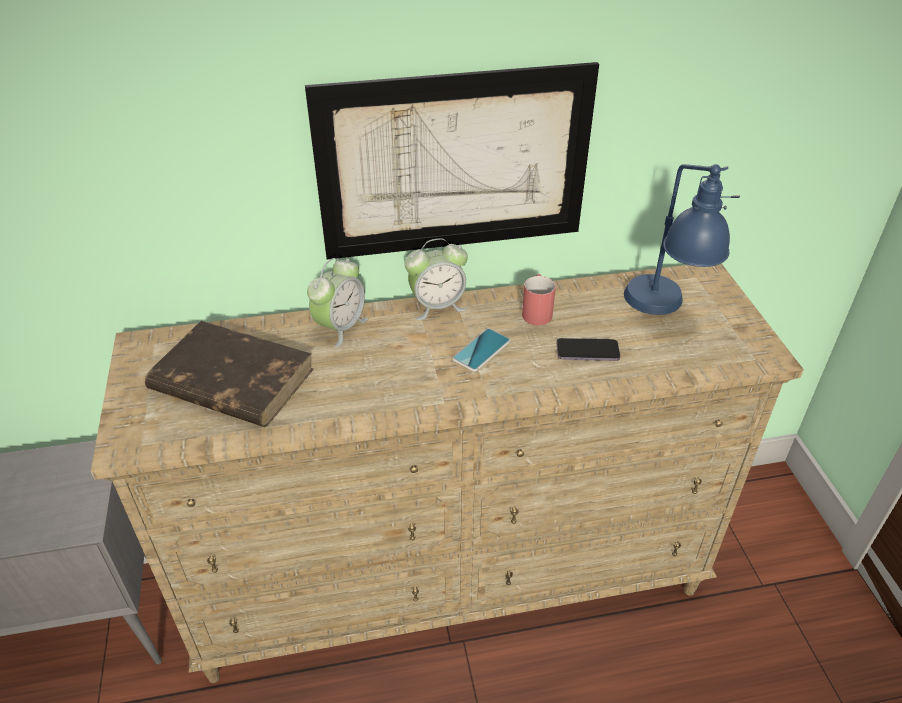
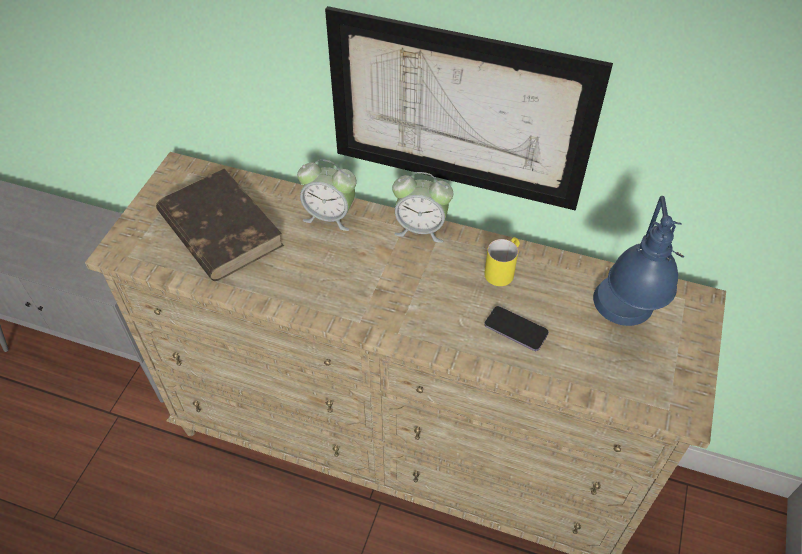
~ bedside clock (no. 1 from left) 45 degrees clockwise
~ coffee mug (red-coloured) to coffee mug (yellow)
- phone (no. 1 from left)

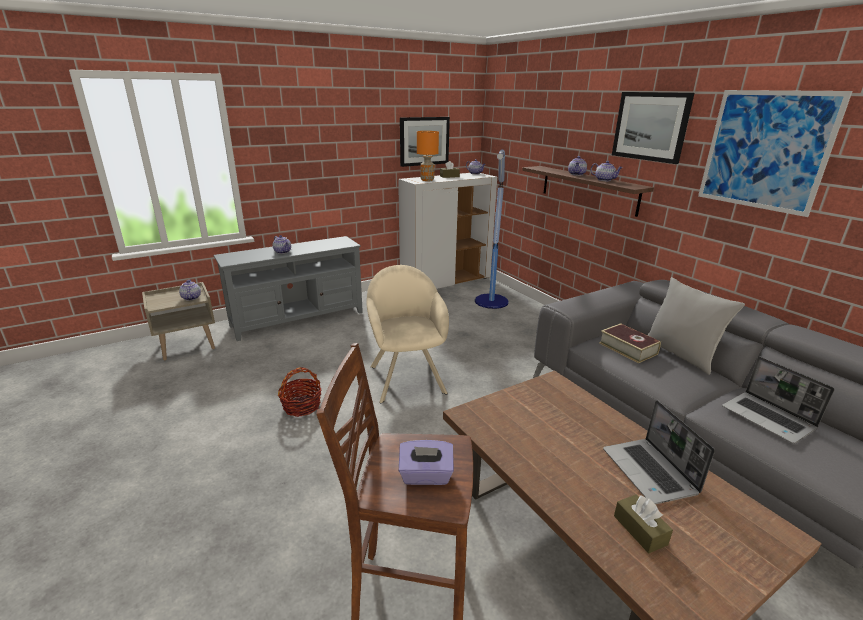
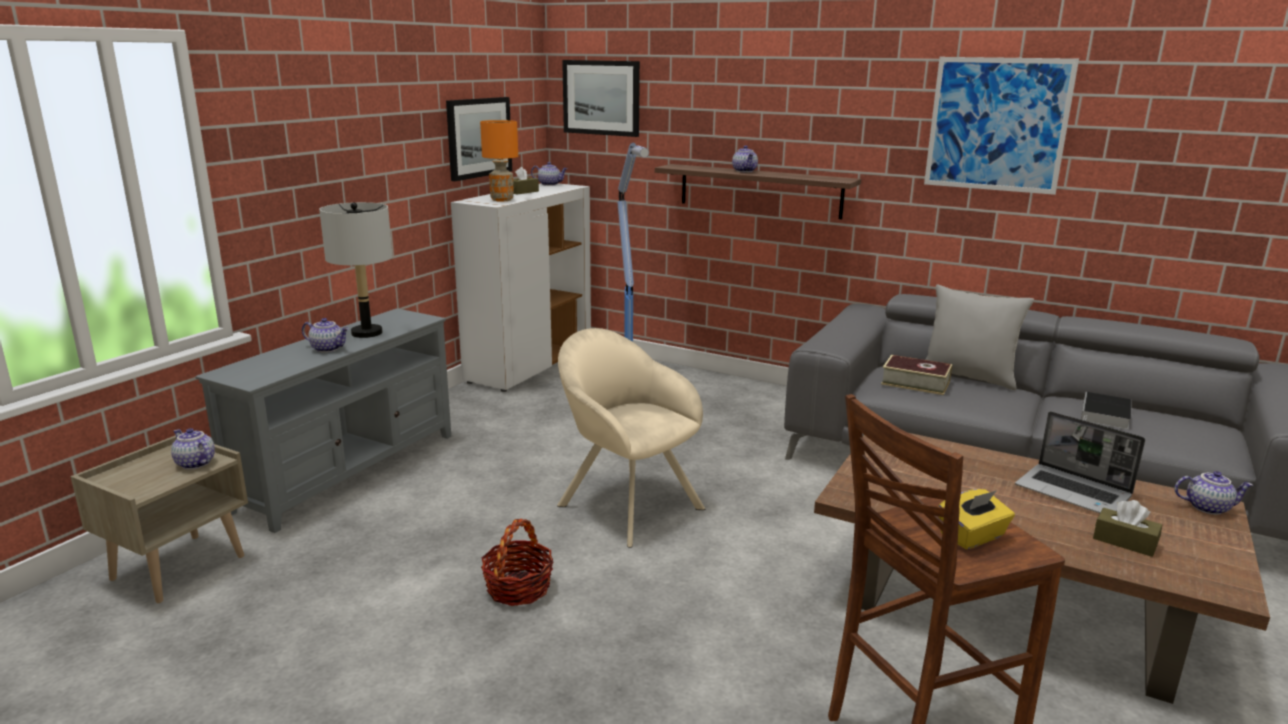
~ picture (no. 2 from left)
~ teapot (no. 5 from left)
~ laptop (no. 2 from left) to book (no. 2 from left)
~ box of tissues (purple) to box of tissues (yellow)
+ tabletop lamp (gray)

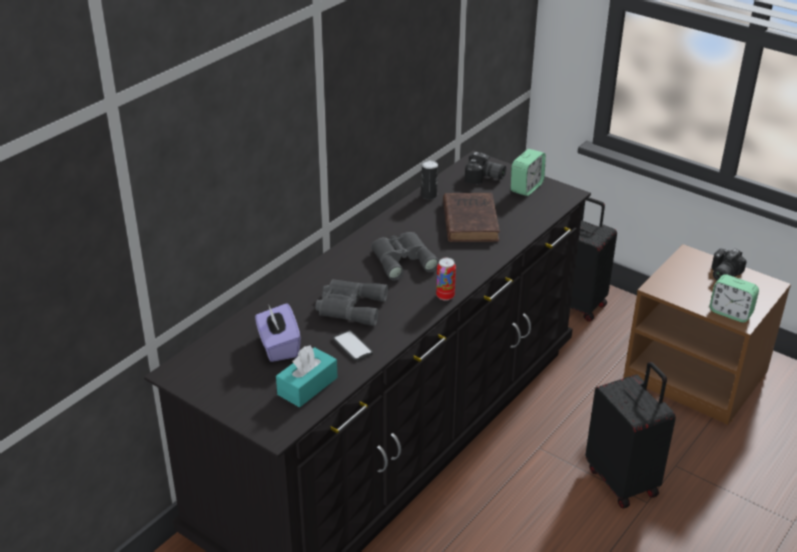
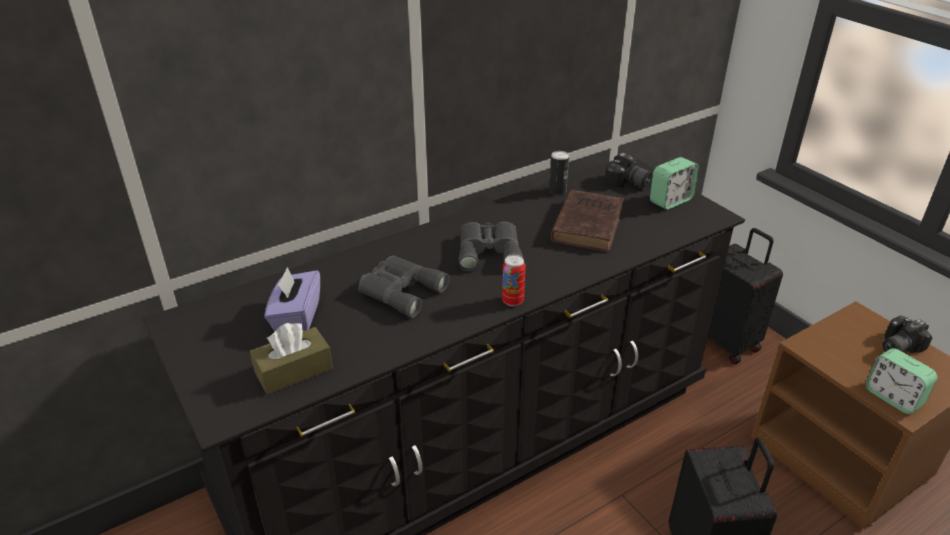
- phone
~ box of tissues (blue-green) to box of tissues (brown)

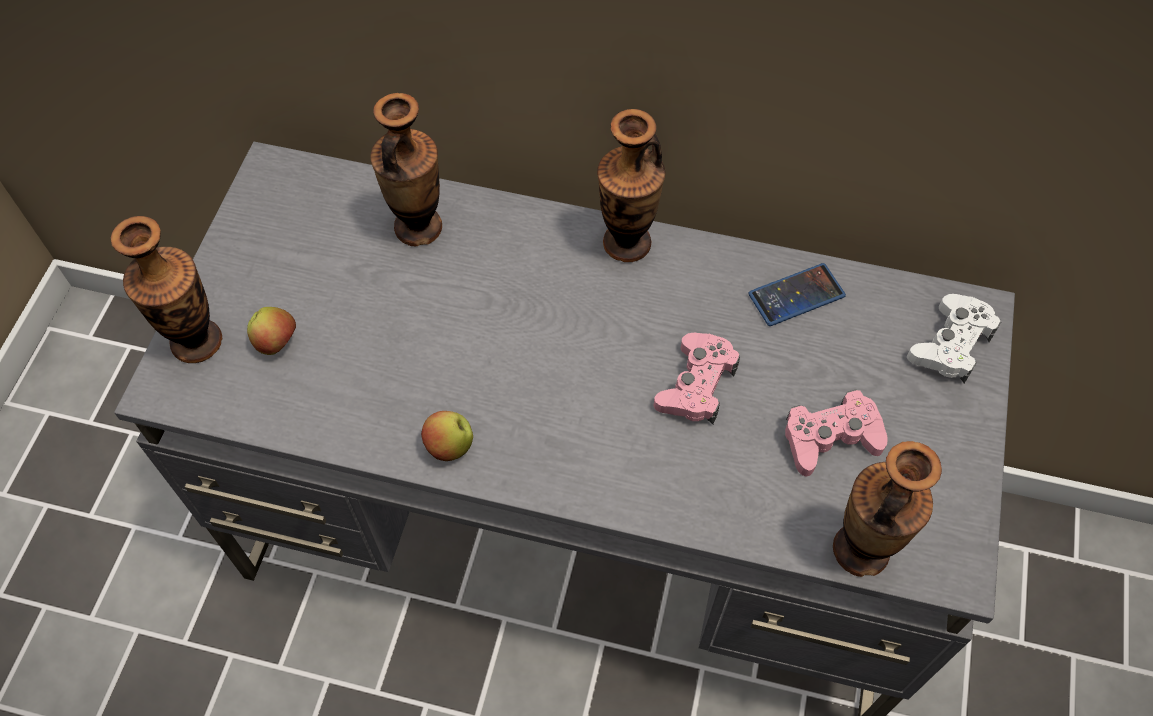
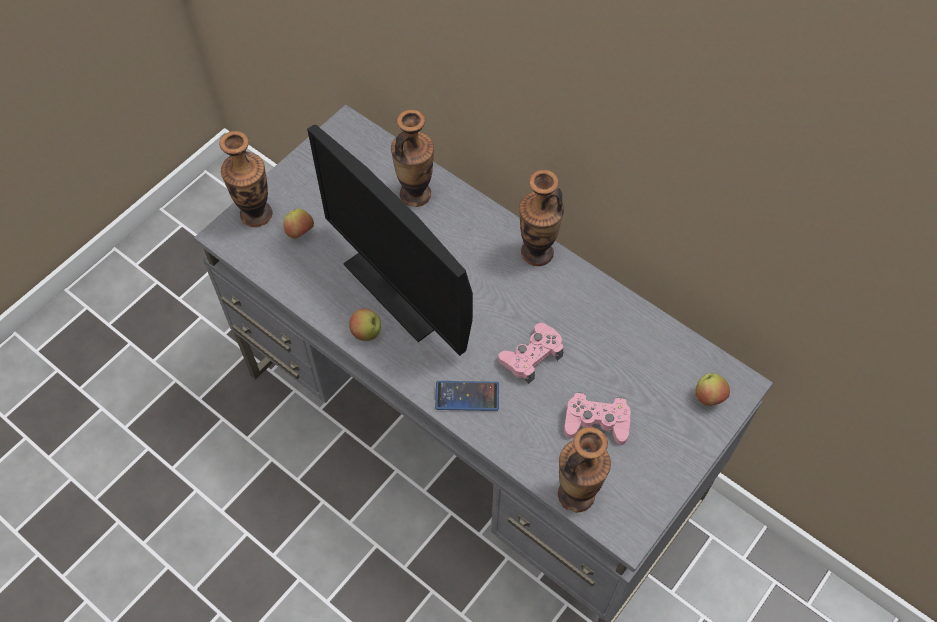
~ phone
~ joypad (white) to apple fruit (no. 3 from left)
+ computer screen

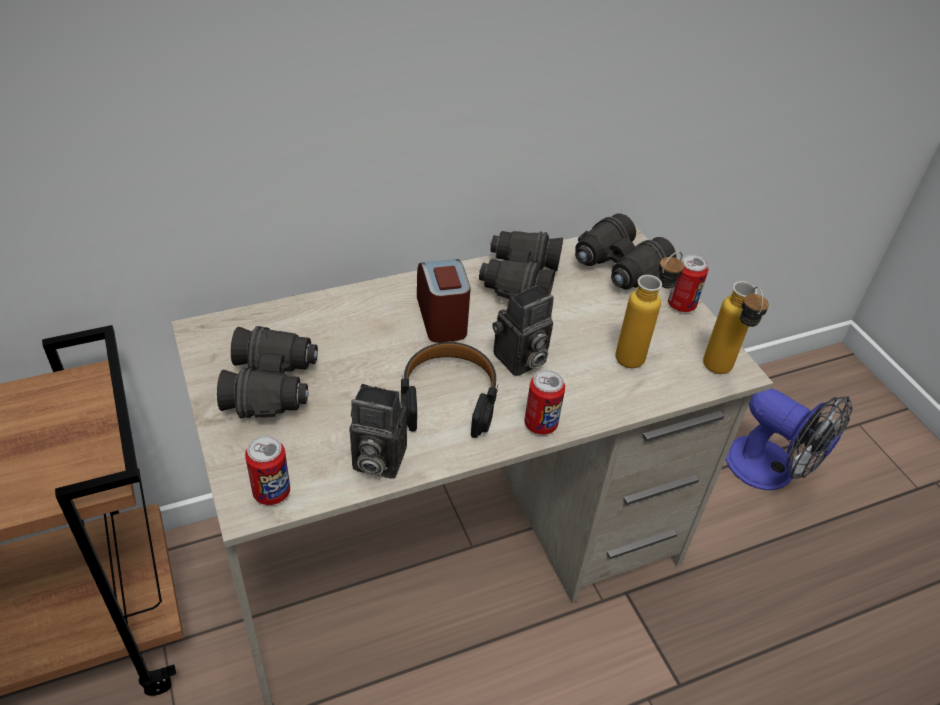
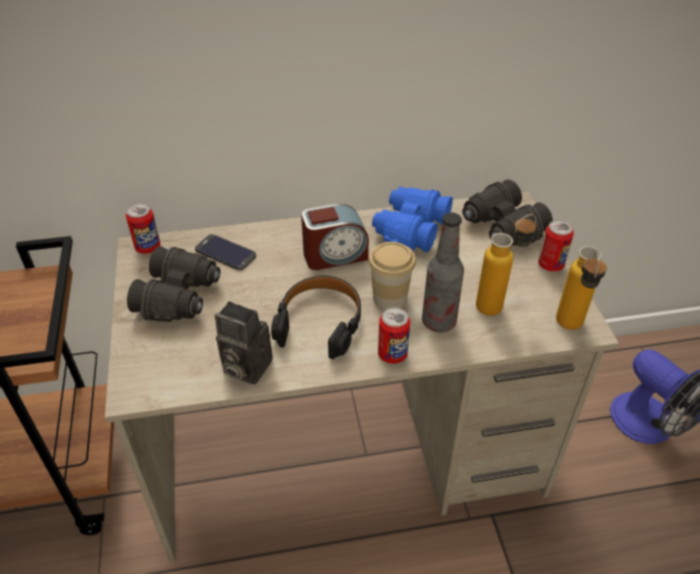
~ field glasses (black) (no. 2 from left) to field glasses (blue)
~ bedside clock 75 degrees clockwise
~ still camera (no. 2 from left) to cup
~ metal can (no. 1 from left)
+ bottle (no. 1 from left)
+ phone

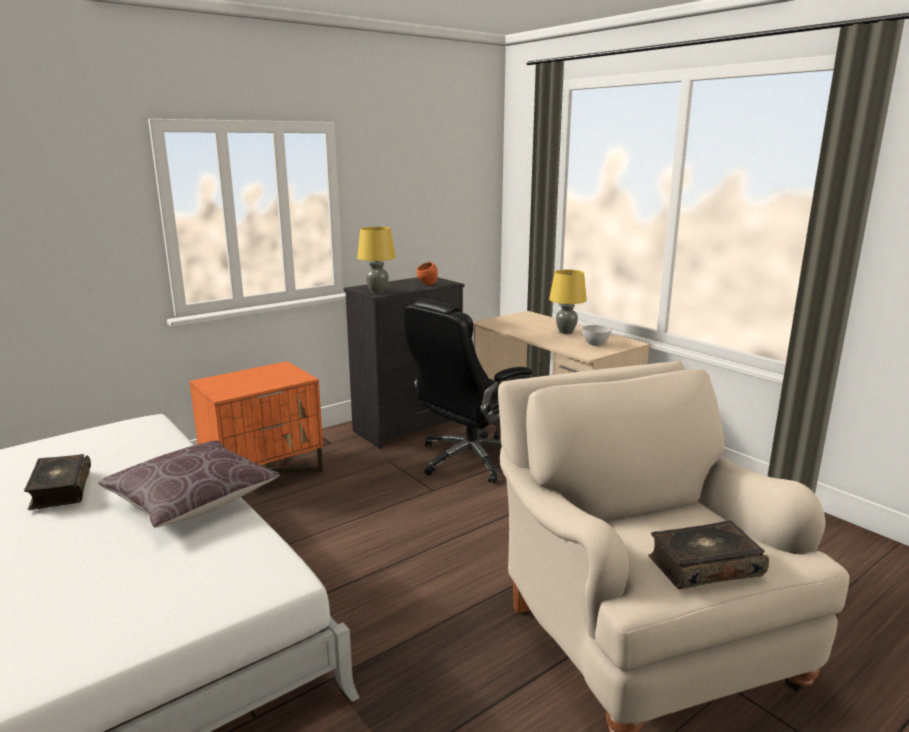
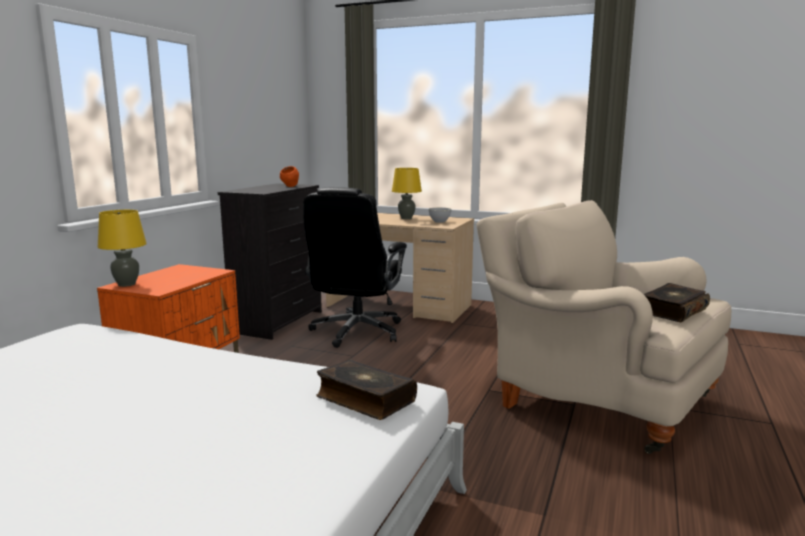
~ tabletop lamp (yellow) (no. 1 from left)
- pillow (brown)
~ book (no. 1 from left)

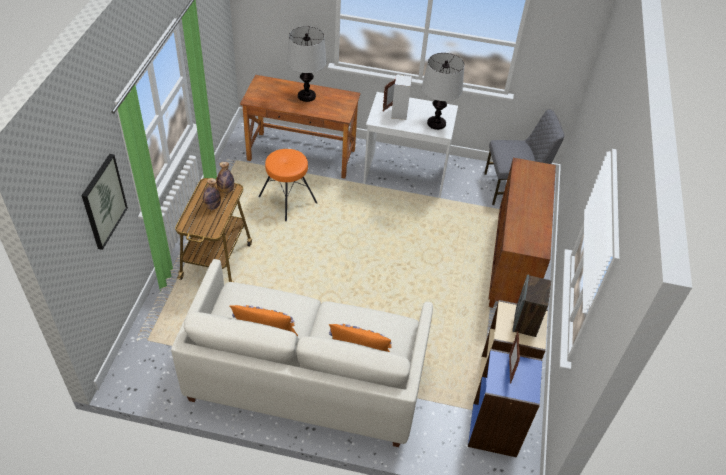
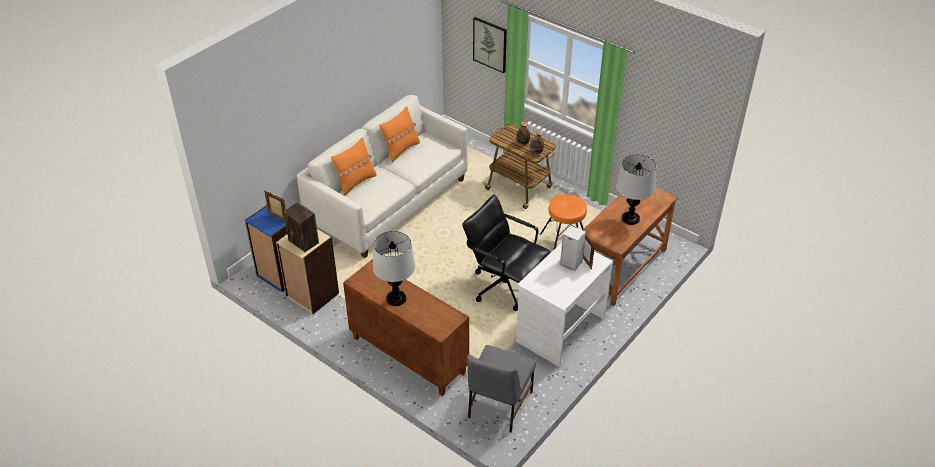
~ tabletop lamp (no. 2 from left in the first image) to tabletop lamp (no. 1 from left)
+ office chair (black)

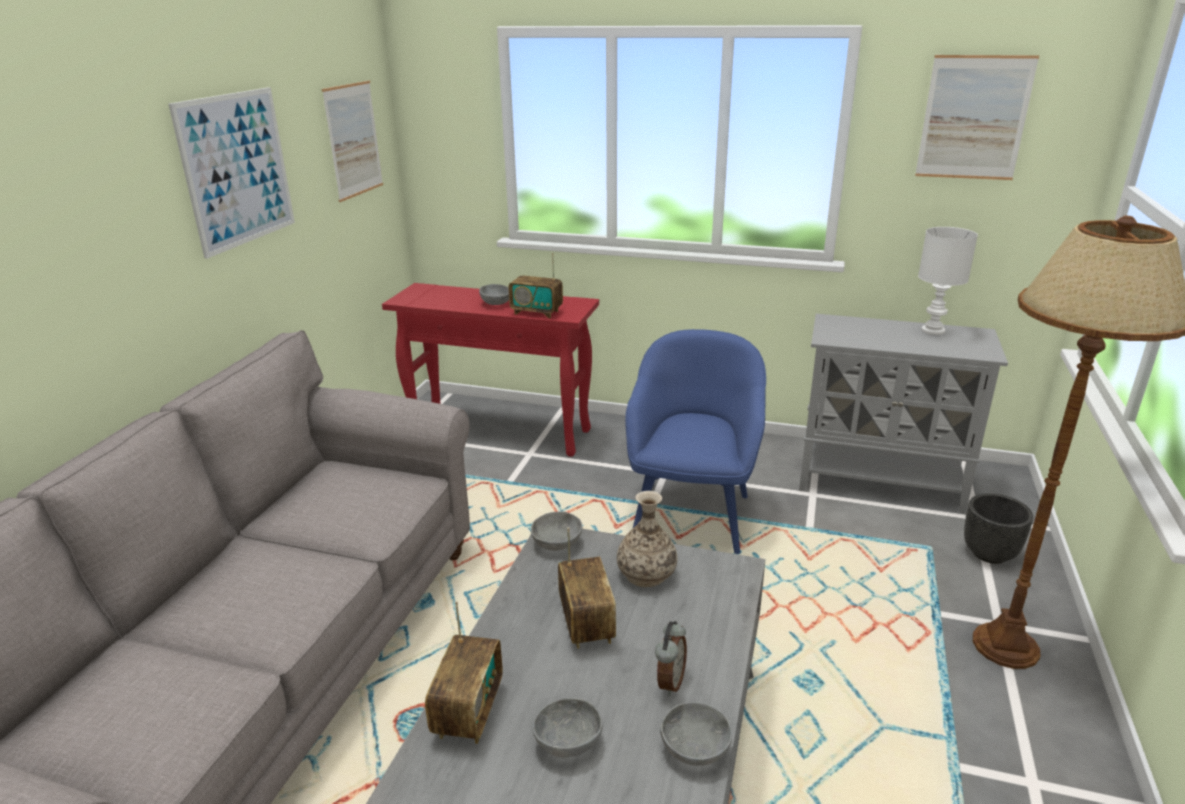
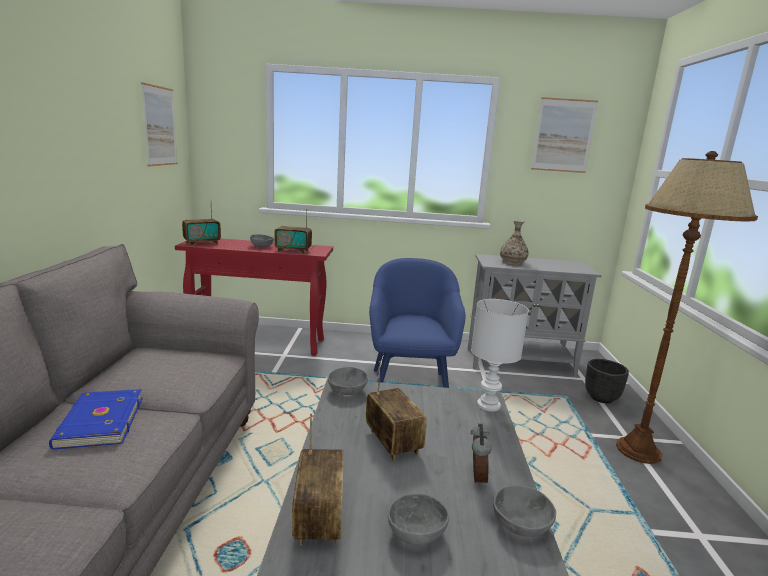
- picture (no. 1 from left)
~ tabletop lamp (white)
~ flower vase
+ radio receiver (no. 1 from left)
+ book (blue)

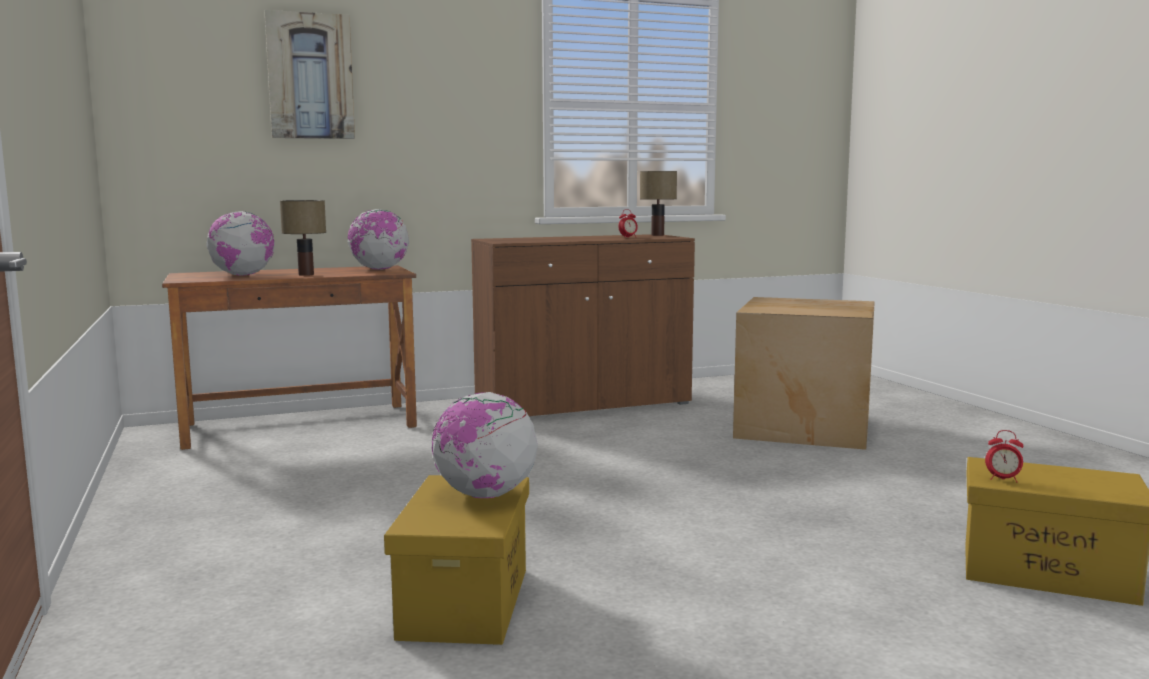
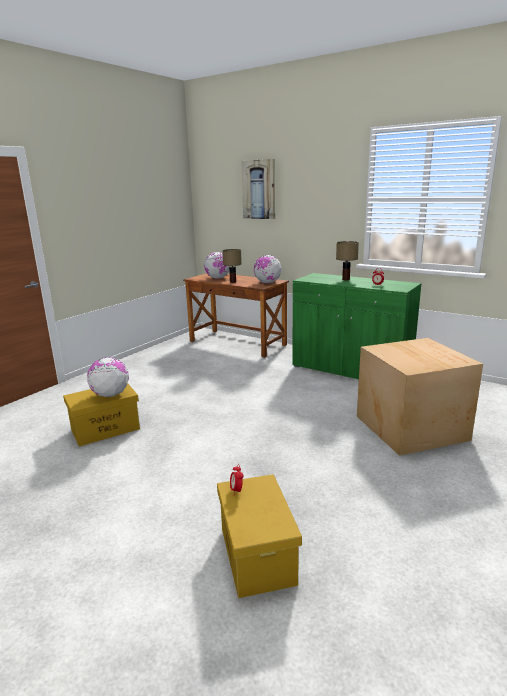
~ tabletop lamp (no. 2 from left)
~ storage cabinet (brown) to storage cabinet (greenish)

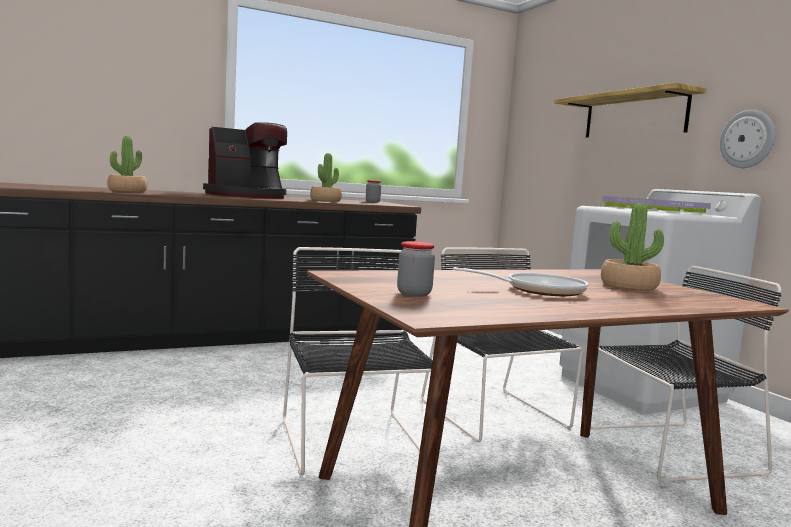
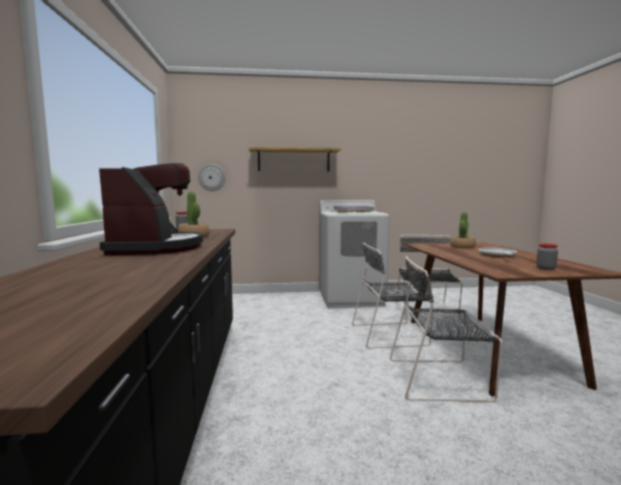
~ hanging clock
- potted plant (no. 1 from left)

